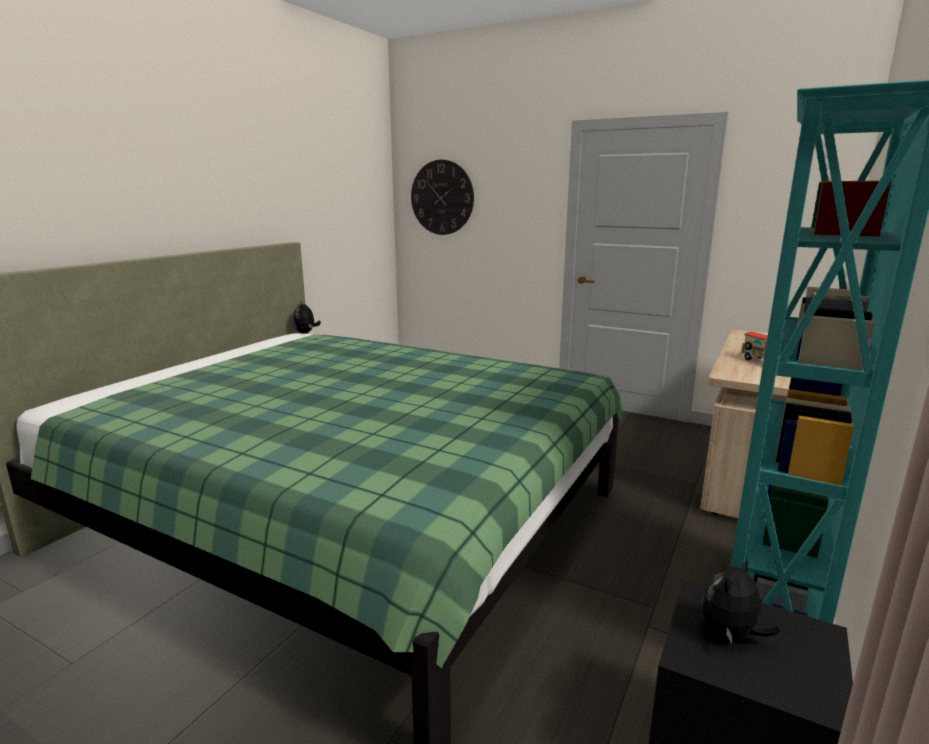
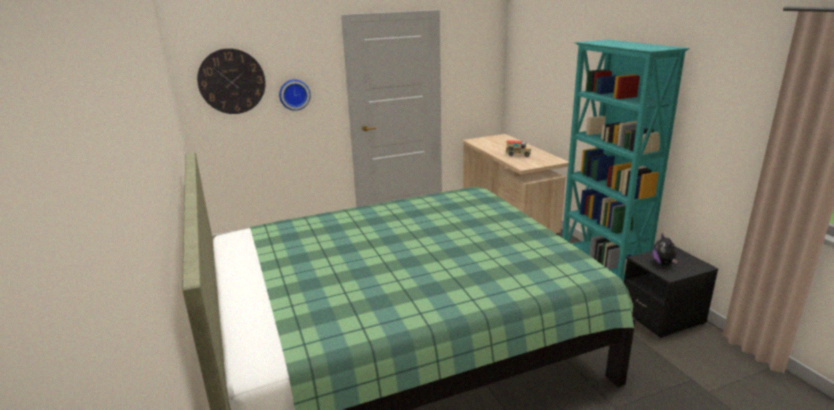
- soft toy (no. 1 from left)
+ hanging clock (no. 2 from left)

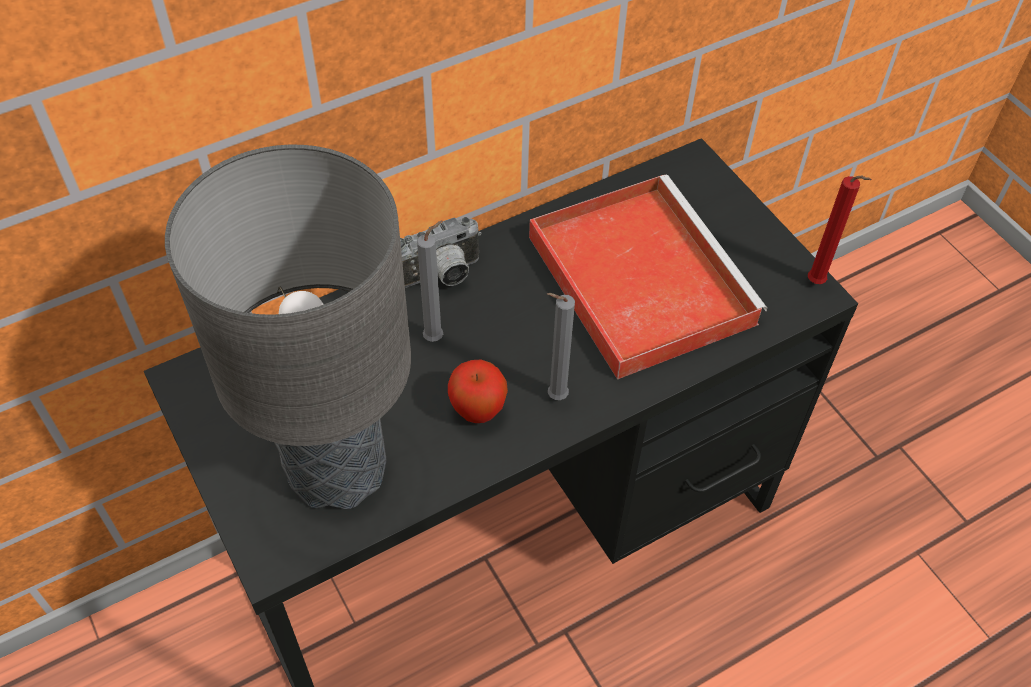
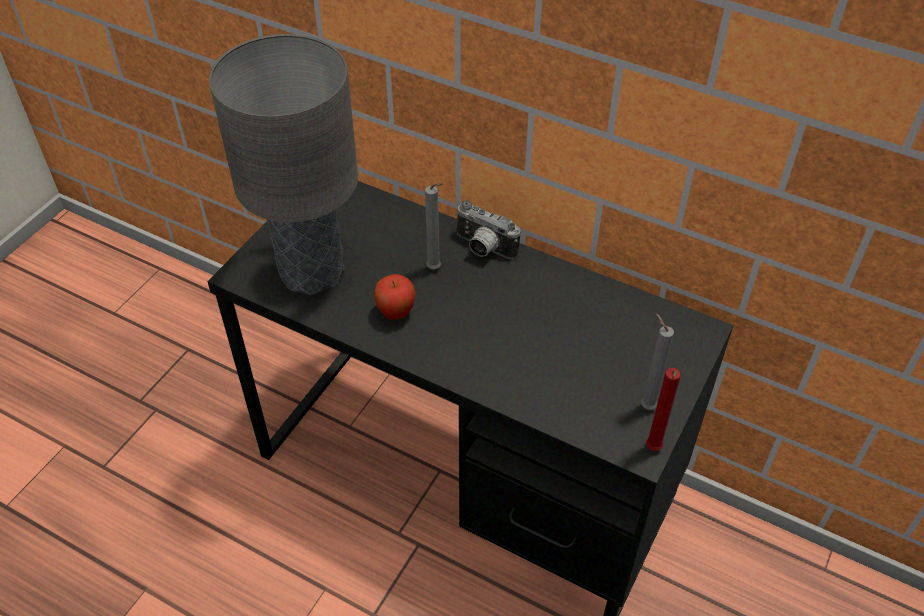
- serving tray (red-coloured)
~ wax light (gray) (no. 2 from left)

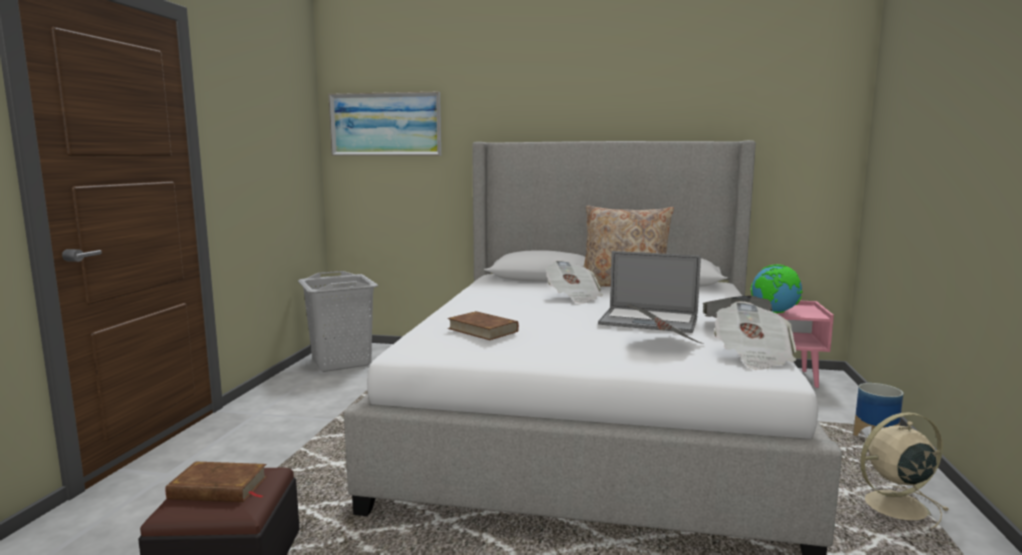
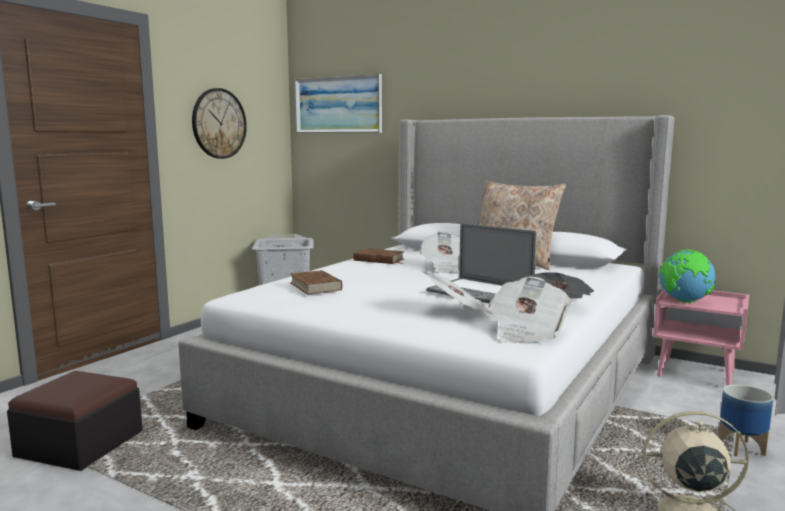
~ book (brown) (no. 1 from left in the first image) to book (brown) (no. 2 from left)
+ hanging clock

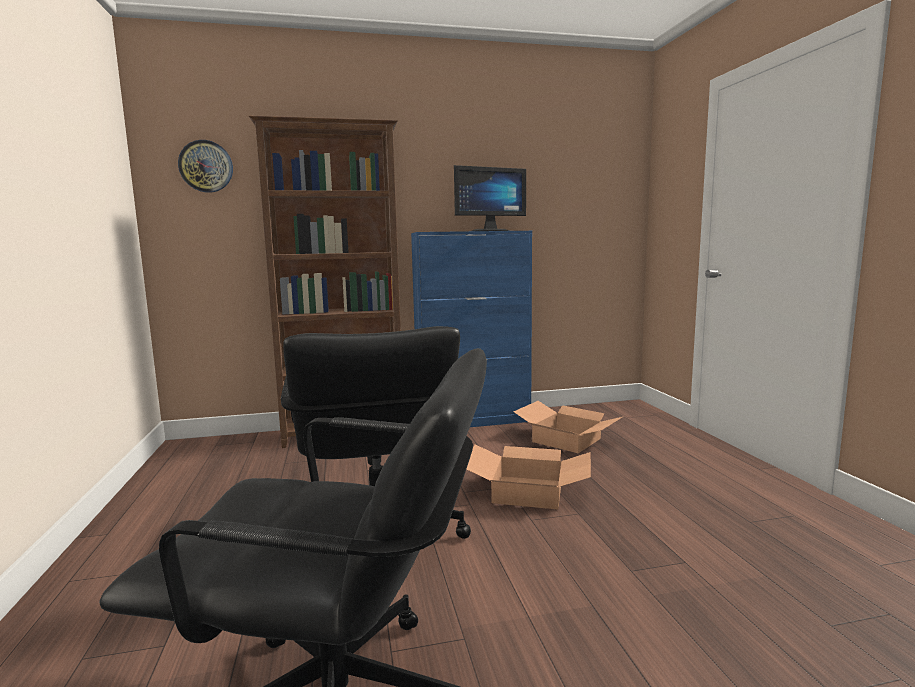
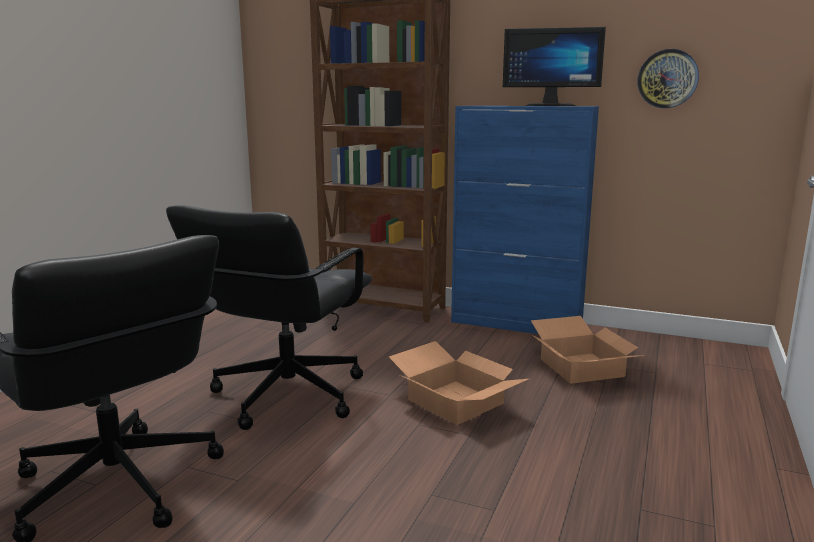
~ hanging clock

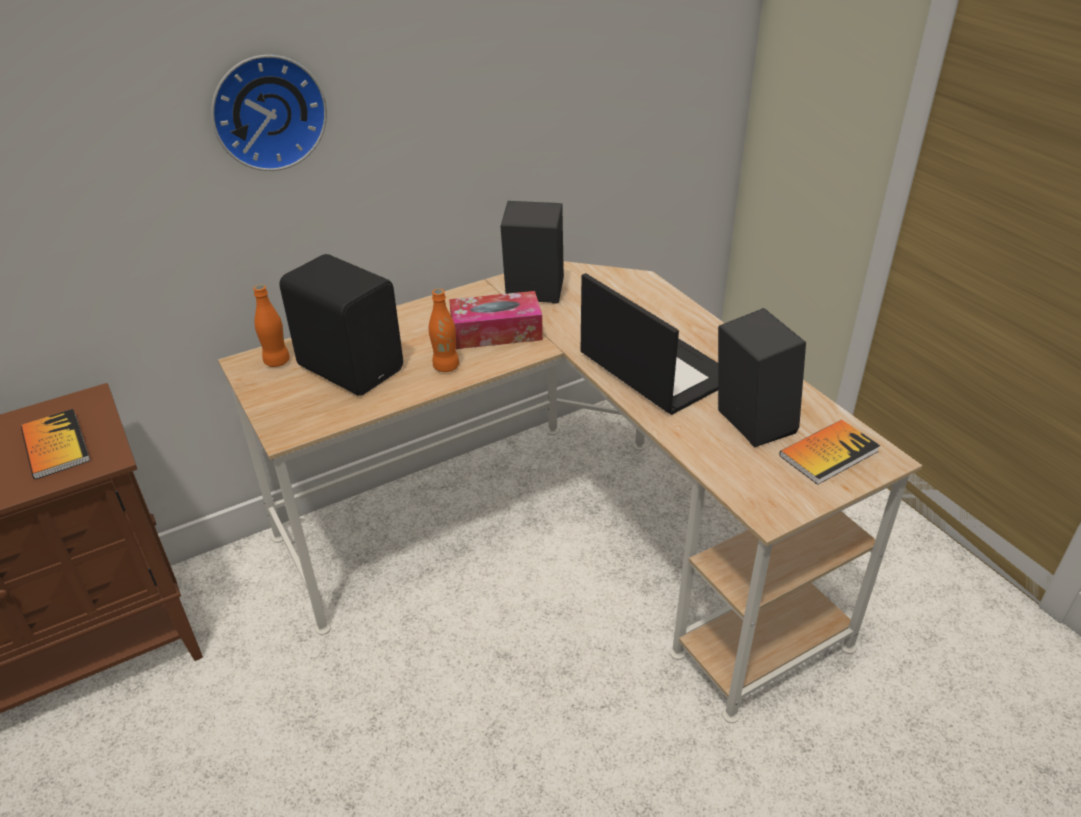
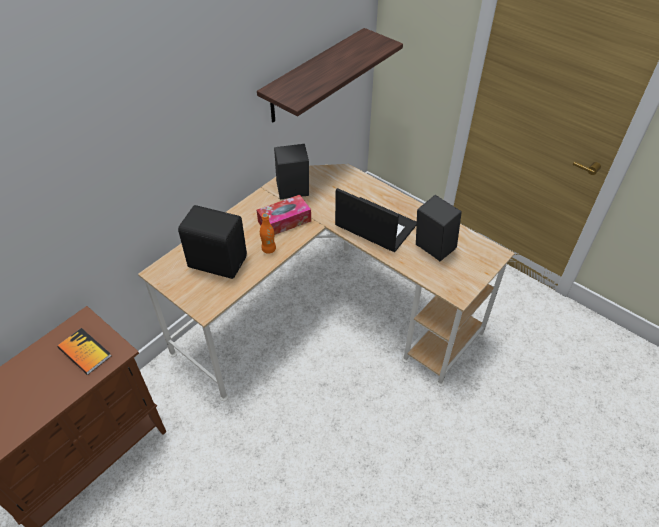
- hanging clock
- bottle (orange) (no. 1 from left)
- book (no. 2 from left)
+ bracket shelf

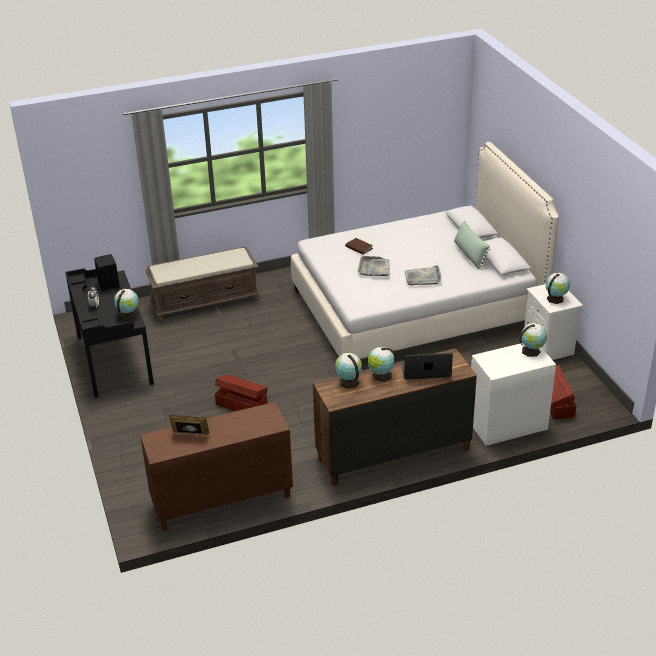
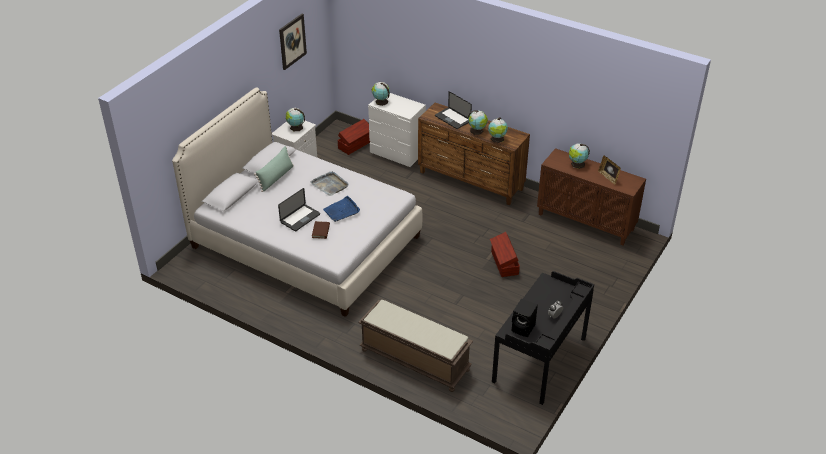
~ serving tray (gray) (no. 1 from left) to serving tray (blue)
~ desk globe (no. 1 from left in the first image) to desk globe (no. 5 from left)
+ picture
+ laptop (no. 1 from left)

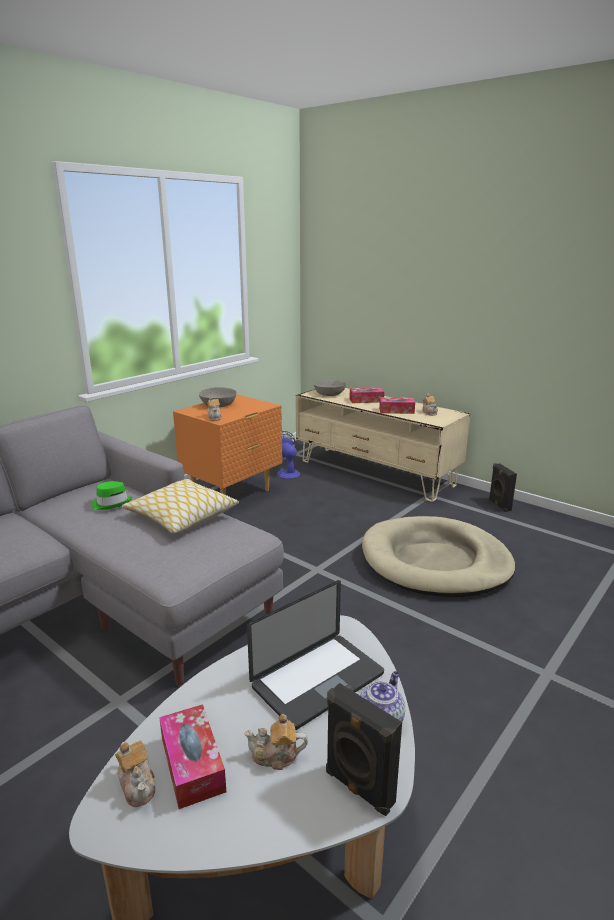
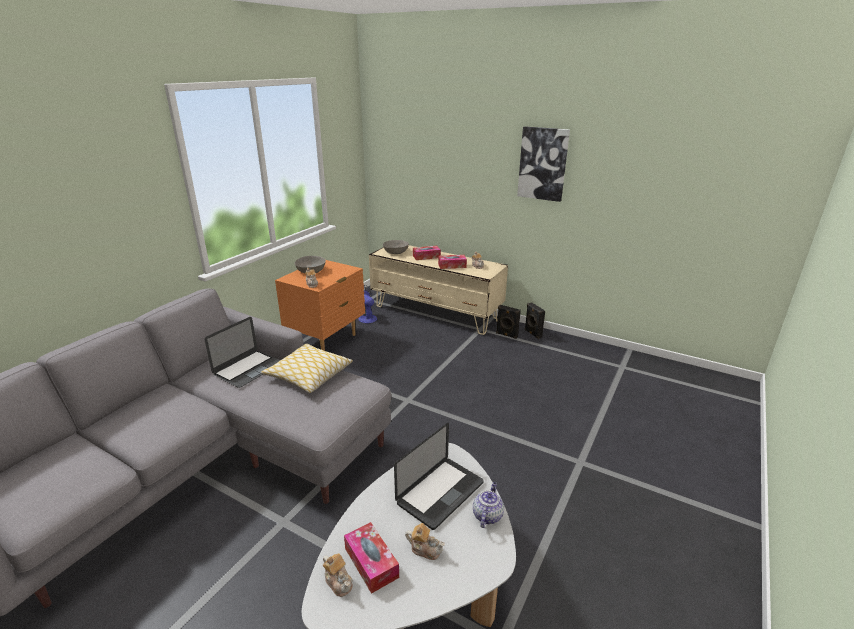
~ hat (greenish) to laptop (no. 1 from left)
- dog bed (beige-coloured)
~ speaker (black) (no. 1 from left)
~ teapot (no. 3 from left) 150 degrees counterclockwise
+ picture

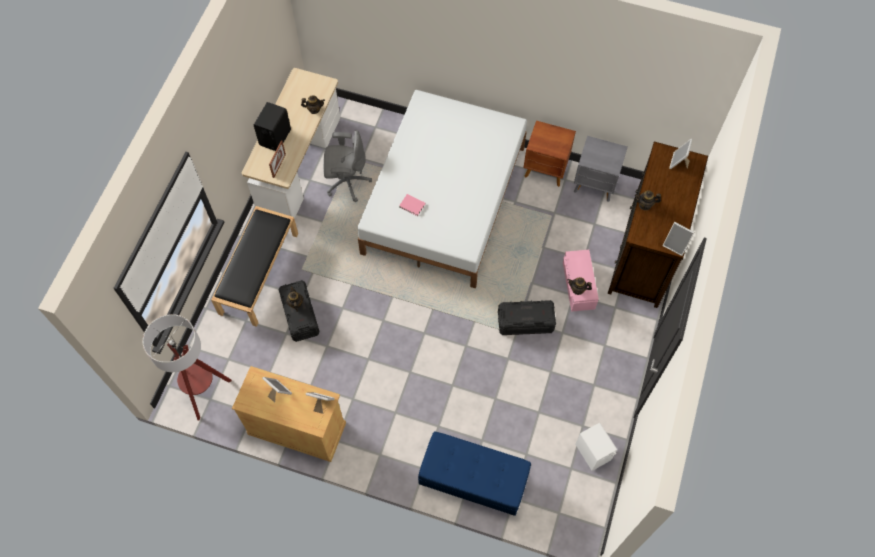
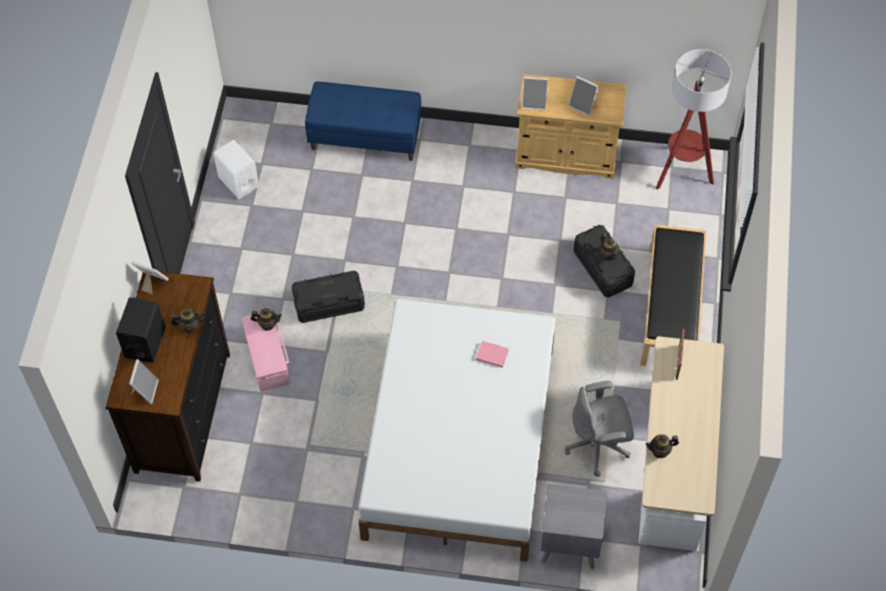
~ speaker (black)
- night table (brown)
~ night table (gray)

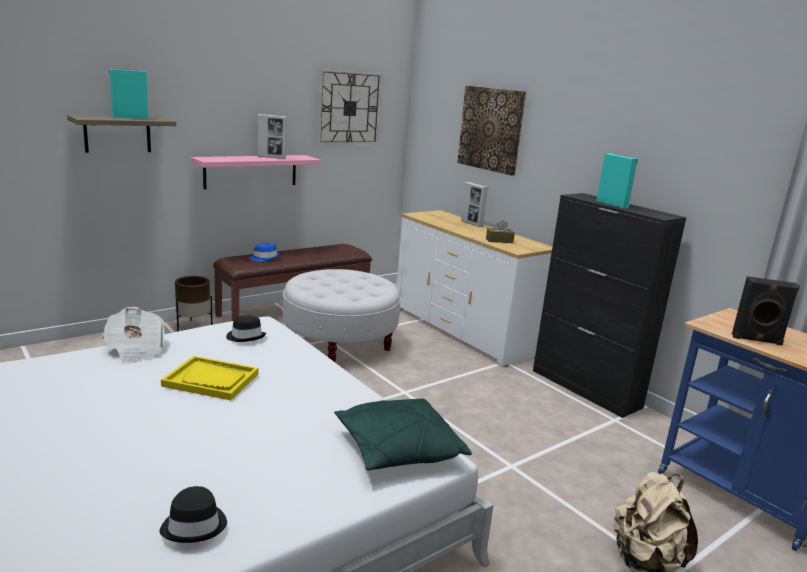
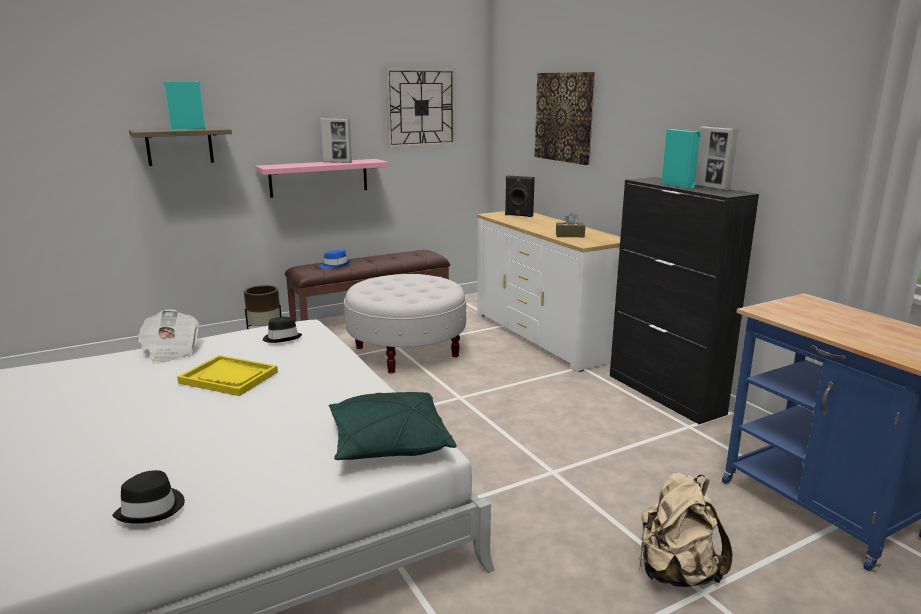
~ photo frame (no. 2 from left)
~ speaker (black)

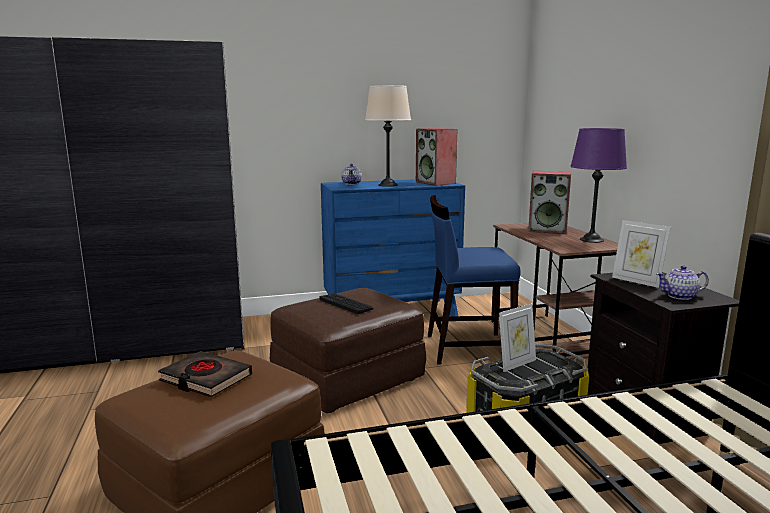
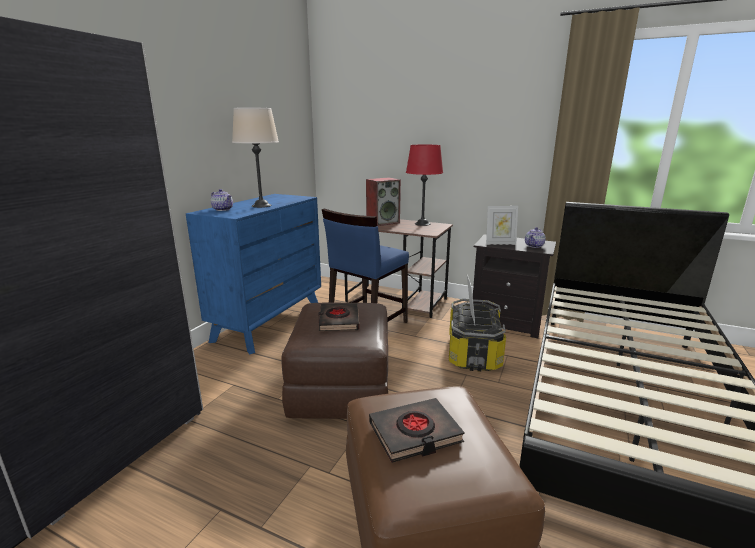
- speaker (no. 1 from left)
~ tabletop lamp (purple) to tabletop lamp (red-coloured)
~ PC keyboard to book (black) (no. 1 from left)

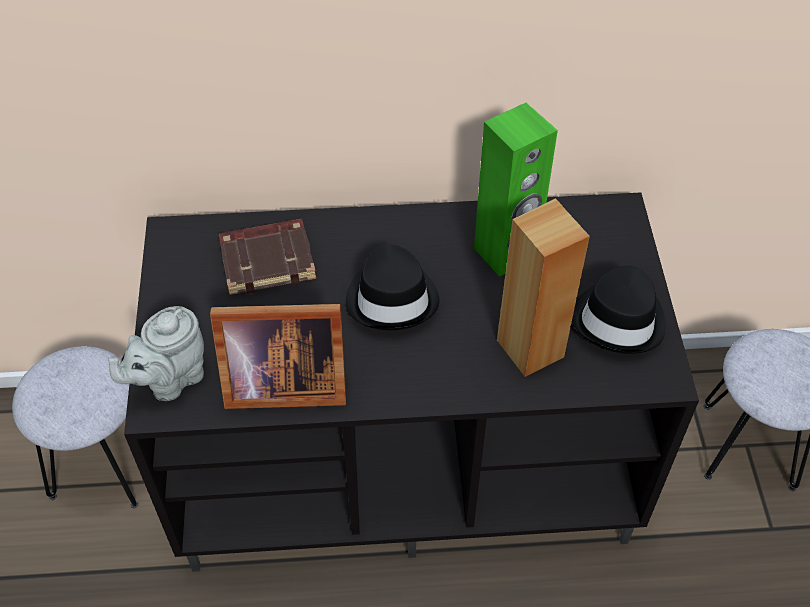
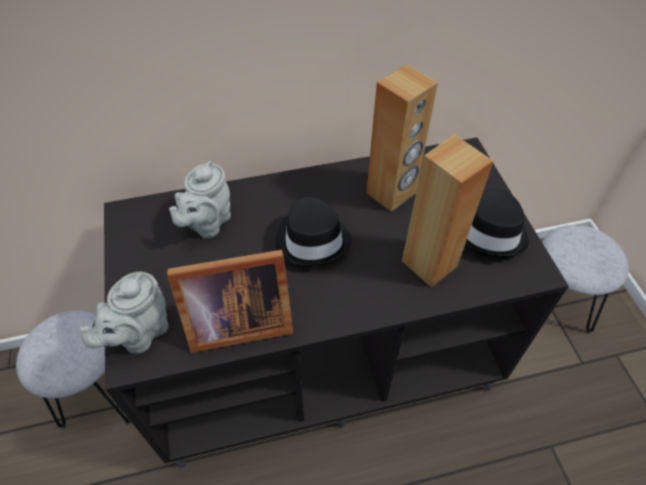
~ speaker (greenish) to speaker (brown) (no. 1 from left)
~ book (brown) to teapot (gray) (no. 2 from left)

